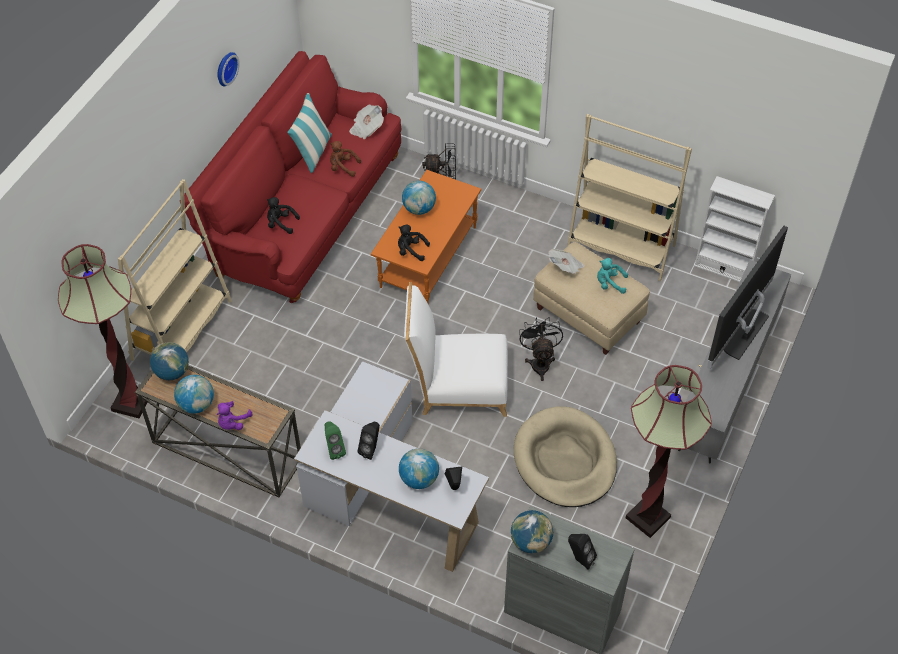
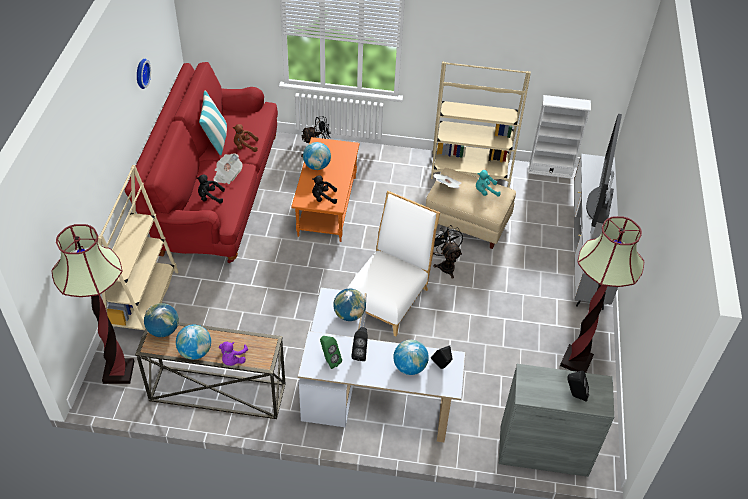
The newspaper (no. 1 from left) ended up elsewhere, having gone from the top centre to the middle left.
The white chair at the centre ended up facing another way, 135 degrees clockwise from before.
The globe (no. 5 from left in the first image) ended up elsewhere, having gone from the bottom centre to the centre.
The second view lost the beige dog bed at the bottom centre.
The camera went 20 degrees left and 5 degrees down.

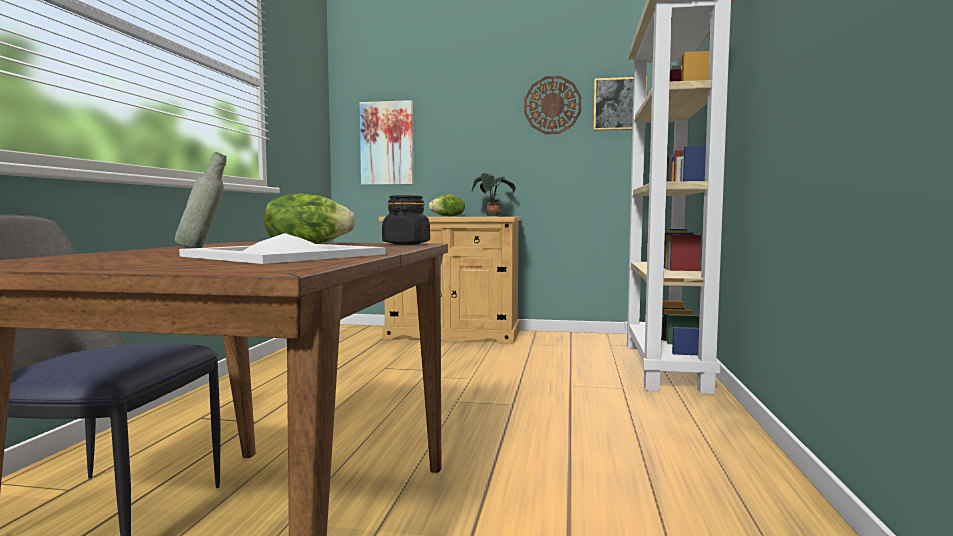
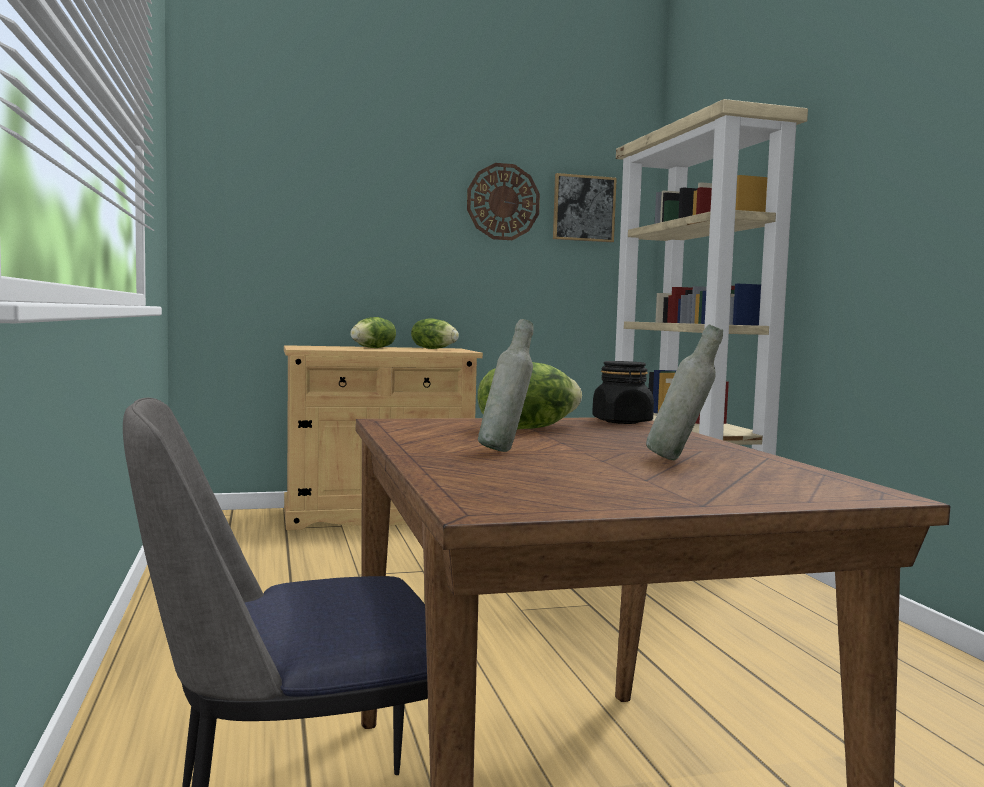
Where the white tray stood at the middle left, the grey bottle (no. 2 from left) came to stand at the middle right.
The second view lost the picture (no. 1 from left) at the top centre.
Where the potted plant stood at the centre, the lettuce (no. 2 from left) came to stand at the centre.
The camera went 25 degrees left and 0 degrees up.

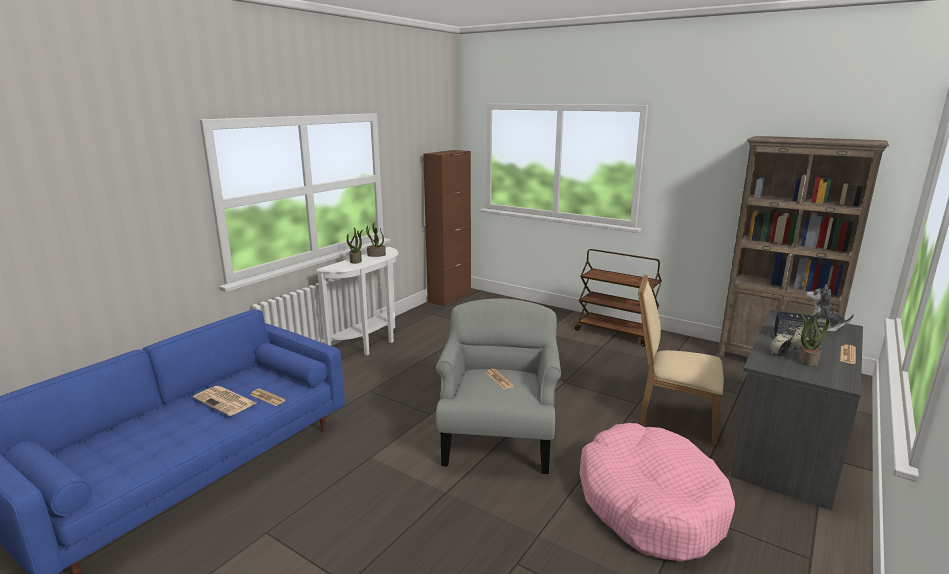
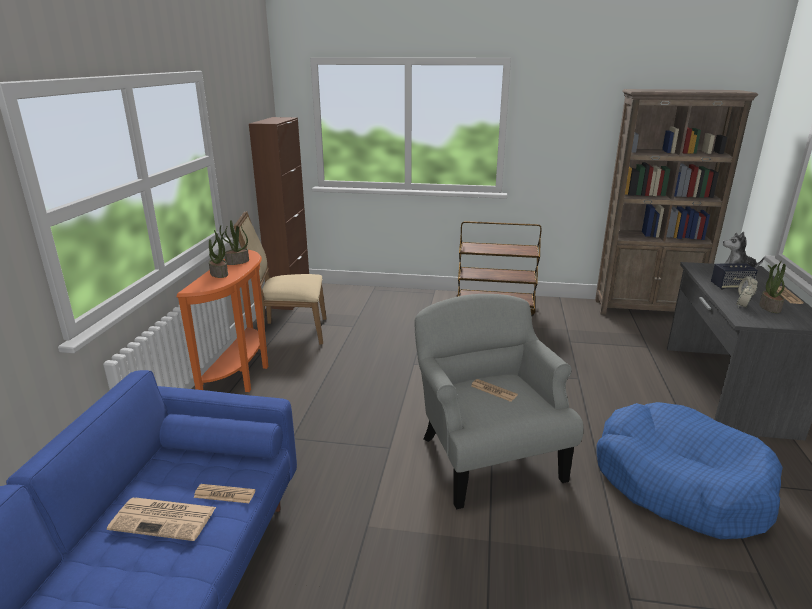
What was the white console table at the centre turned into the orange console table at the middle left.
What was the pink dog bed at the bottom right turned into the blue dog bed at the bottom right.
The beige chair ended up elsewhere, having gone from the middle right to the centre.
The camera went 25 degrees left and 5 degrees up.

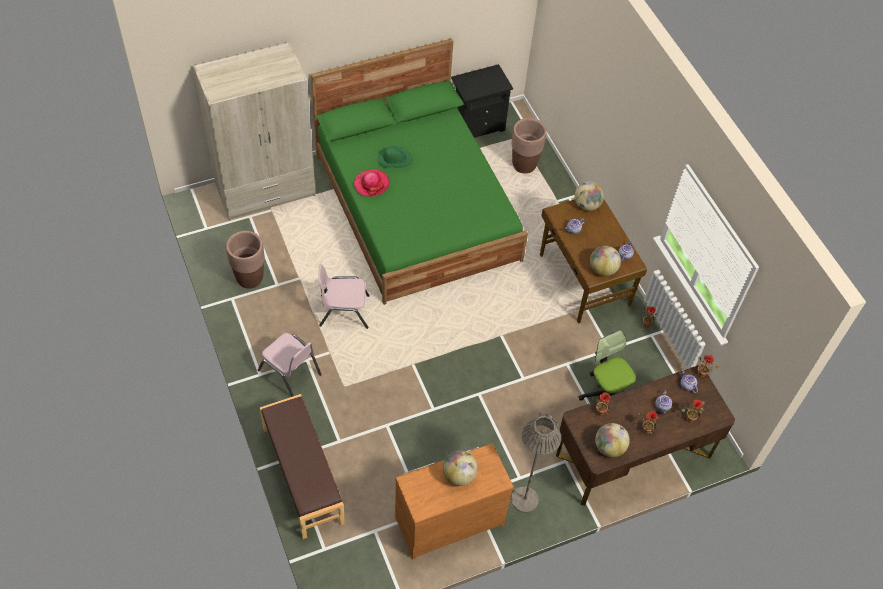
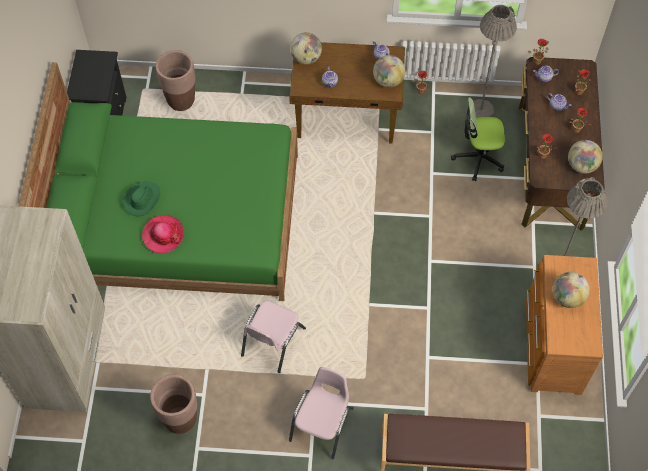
The pink chair (no. 1 from left in the first image) at the middle left ended up facing another way, 45 degrees counterclockwise from before.
The second view gained the grey floor lamp (no. 1 from left) at the top right.
The camera went 60 degrees left and 5 degrees up.

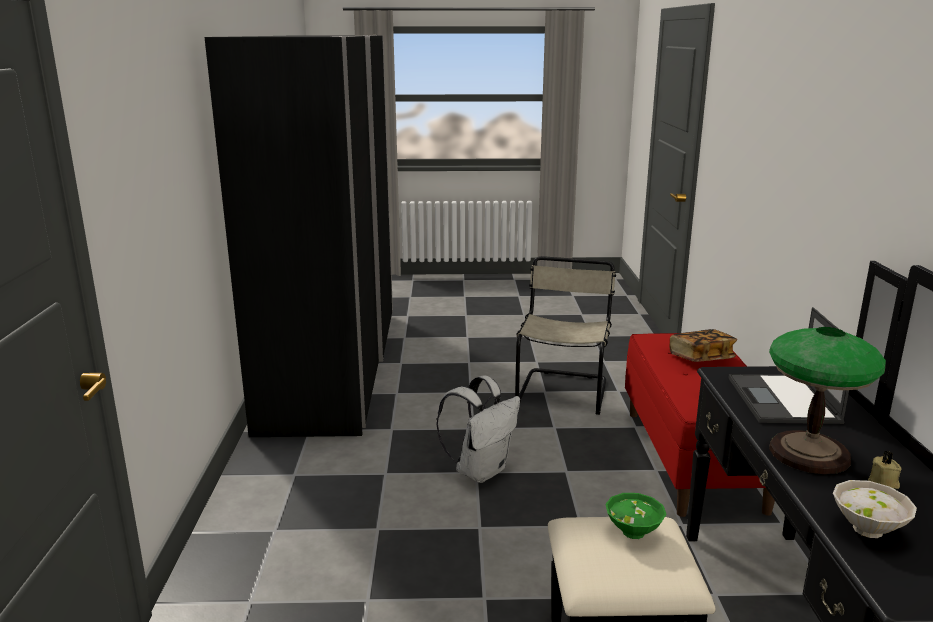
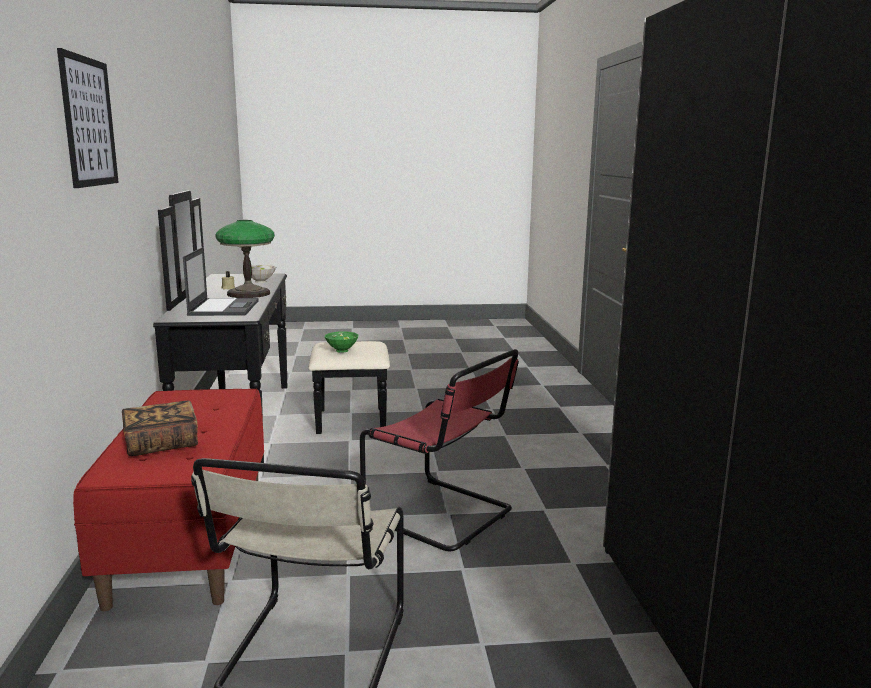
Where the white backpack stood at the bottom centre, the red chair came to stand at the centre.
The second view gained the picture at the top left.
The camera went 175 degrees right and 5 degrees down.

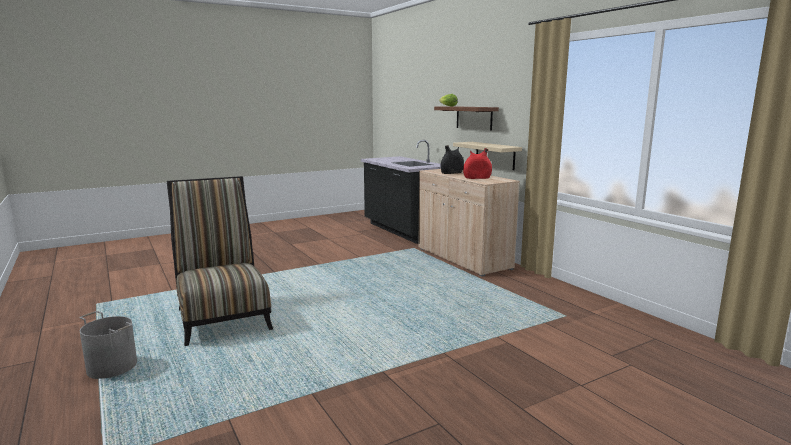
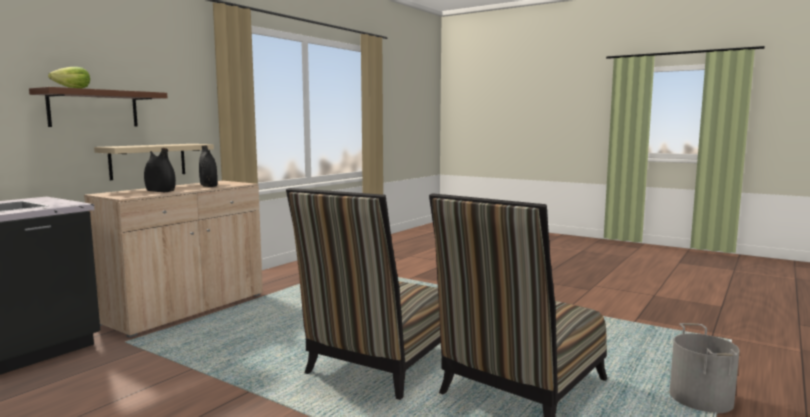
What was the red vase at the centre turned into the black vase (no. 2 from left) at the middle left.
The second view gained the chair (no. 1 from left) at the bottom centre.
The camera went 115 degrees left and 5 degrees down.

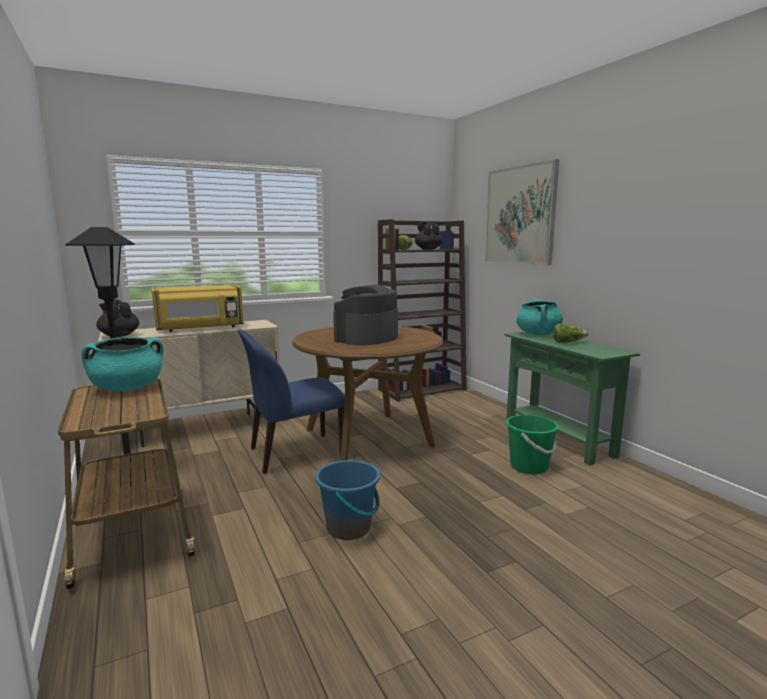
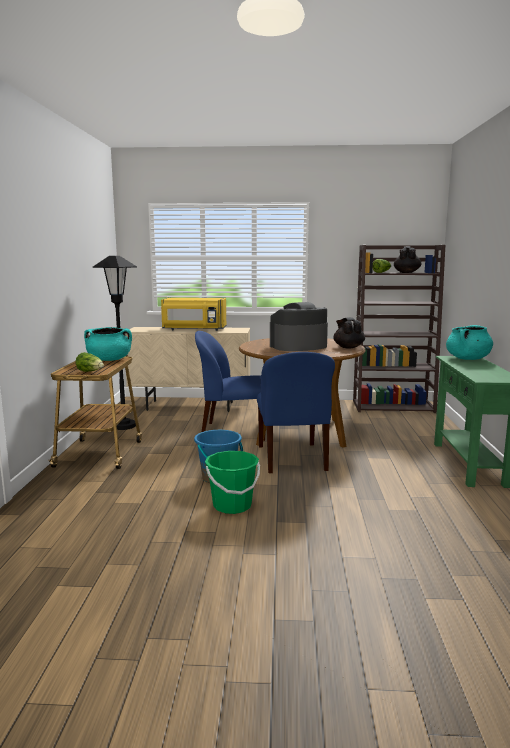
The black teapot (no. 1 from left) ended up elsewhere, having gone from the middle left to the middle right.
The second view lost the picture at the top right.
The green bucket ended up elsewhere, having gone from the middle right to the centre.
The lettuce (no. 2 from left in the first image) ended up elsewhere, having gone from the middle right to the middle left.
The second view gained the blue chair (no. 2 from left) at the centre.
The camera went 30 degrees right and 0 degrees up.

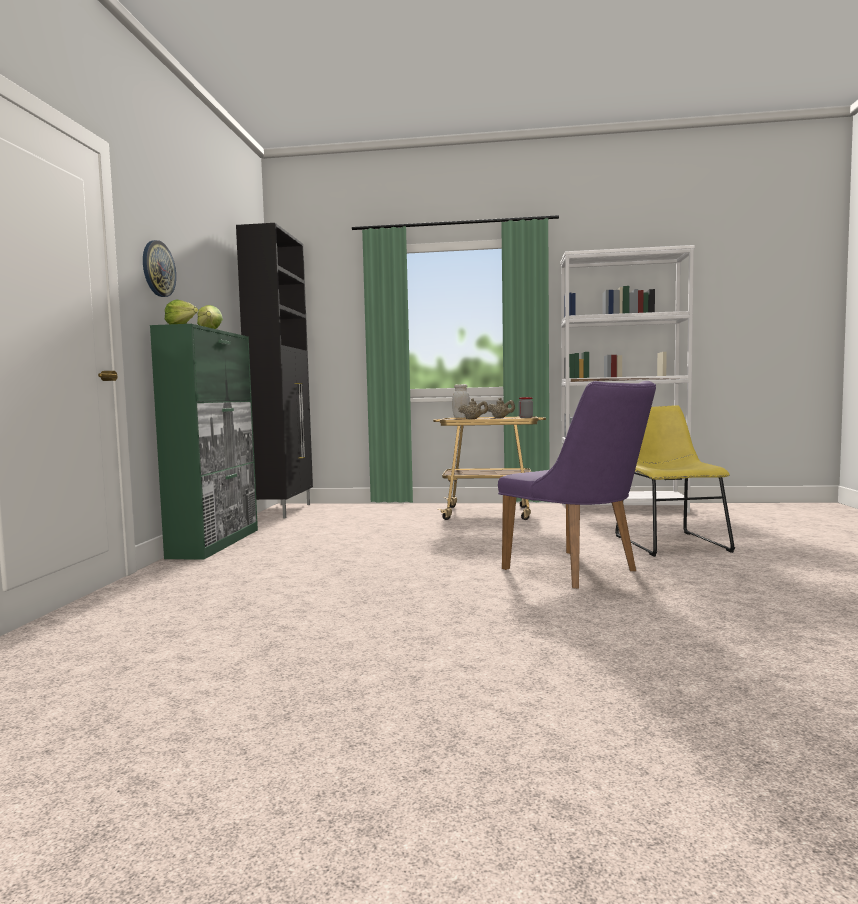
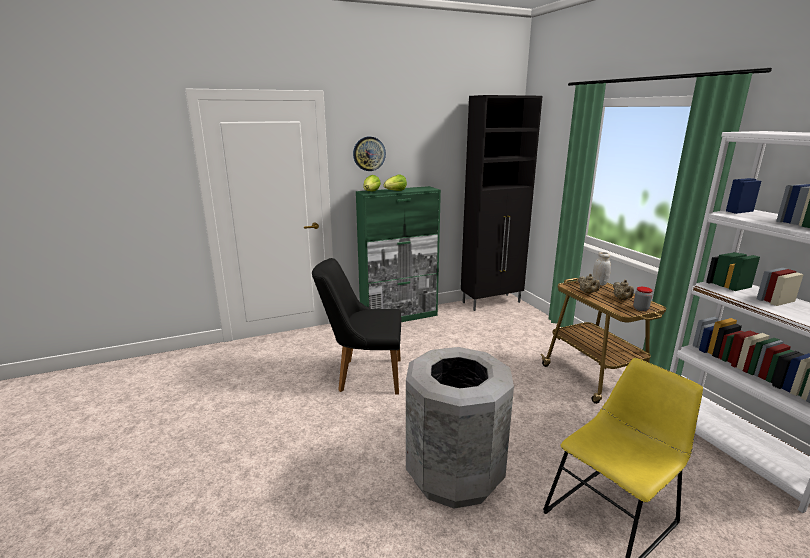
Where the purple chair stood at the middle right, the grey trash can came to stand at the bottom centre.
The second view gained the black chair at the centre.
The camera went 60 degrees right and 15 degrees up.

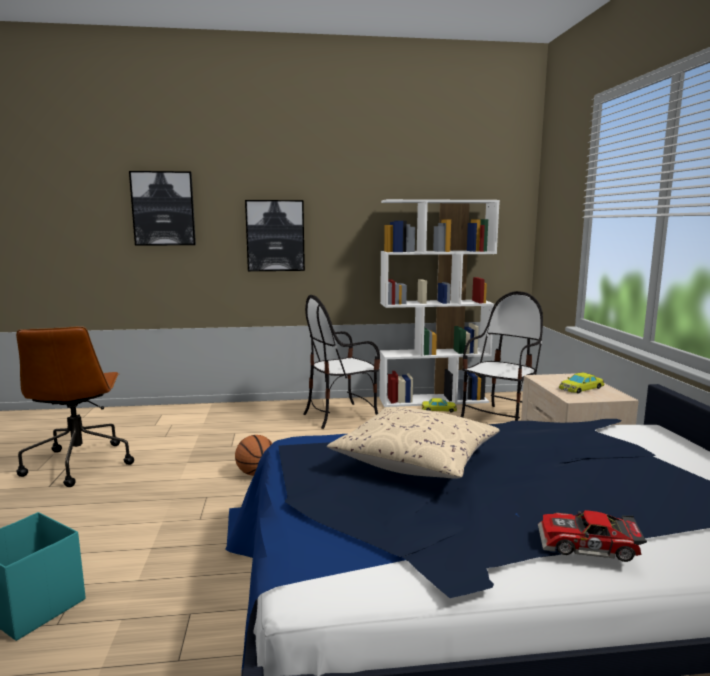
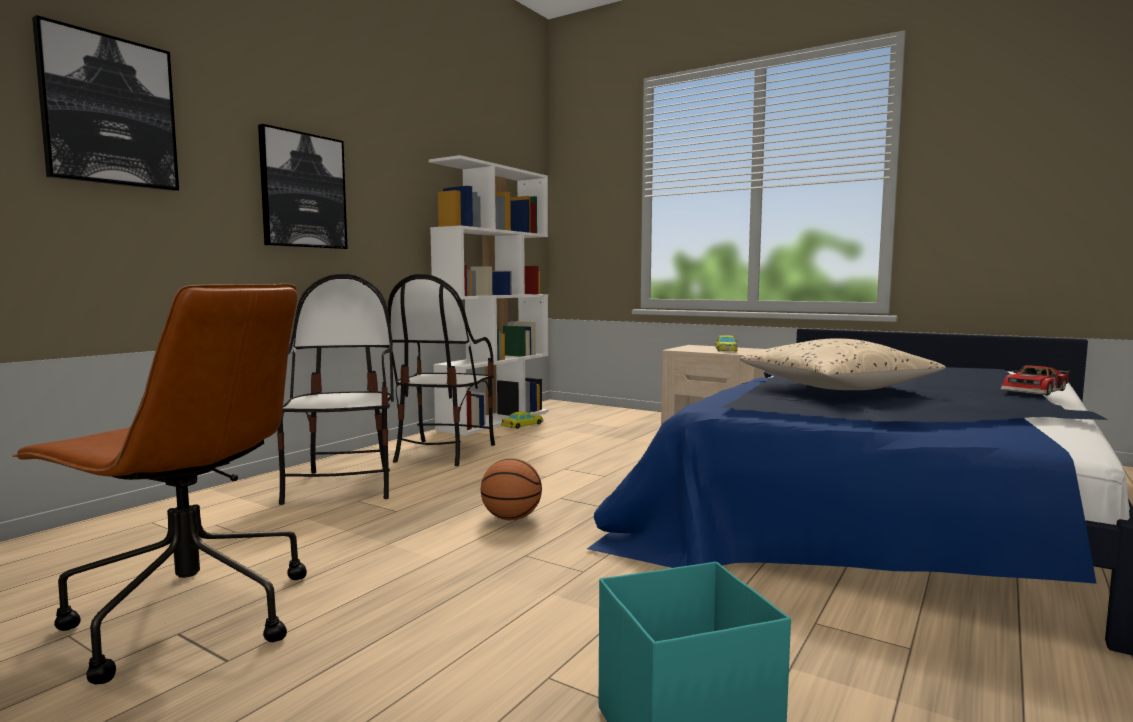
The chair (no. 2 from left in the first image) ended up elsewhere, having gone from the middle right to the middle left.
The camera went 50 degrees left and 5 degrees down.

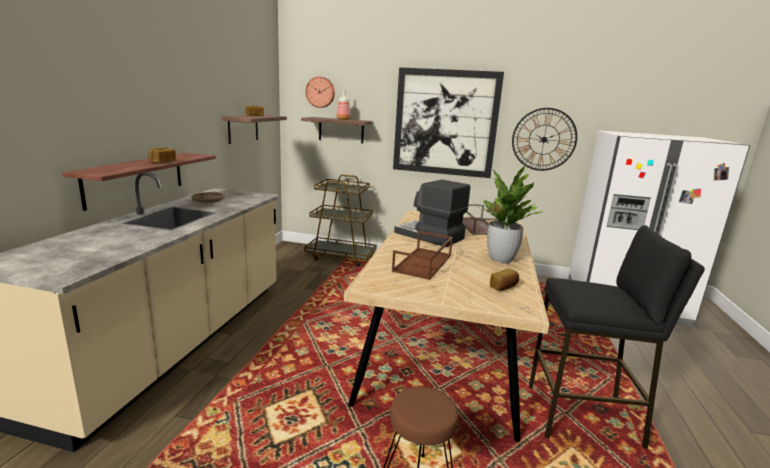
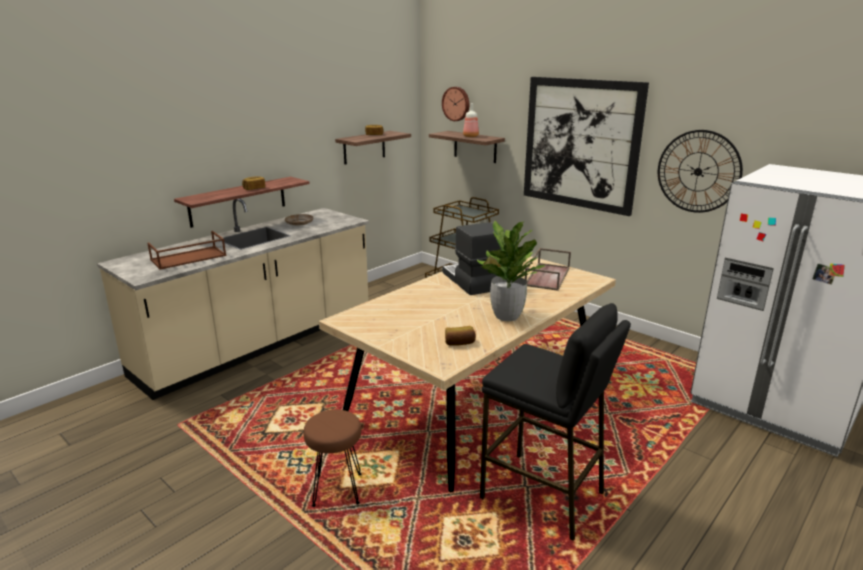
The brown tray (no. 1 from left) ended up elsewhere, having gone from the centre to the middle left.
The camera went 30 degrees right and 5 degrees up.

